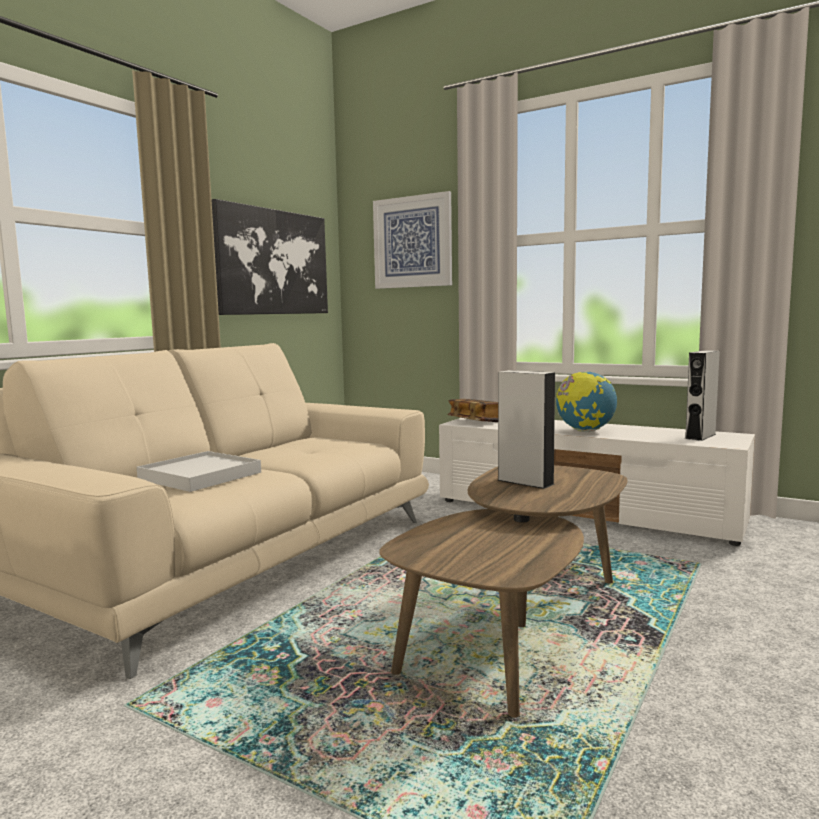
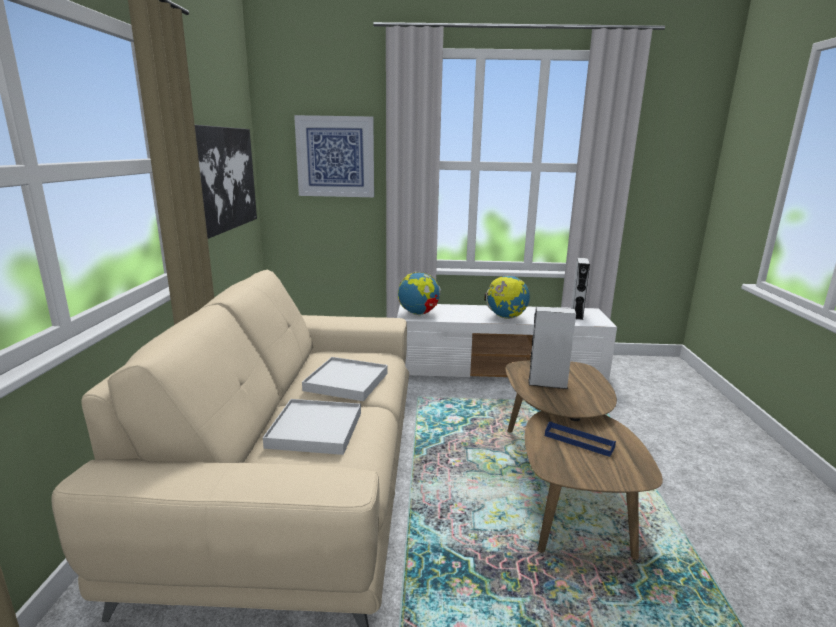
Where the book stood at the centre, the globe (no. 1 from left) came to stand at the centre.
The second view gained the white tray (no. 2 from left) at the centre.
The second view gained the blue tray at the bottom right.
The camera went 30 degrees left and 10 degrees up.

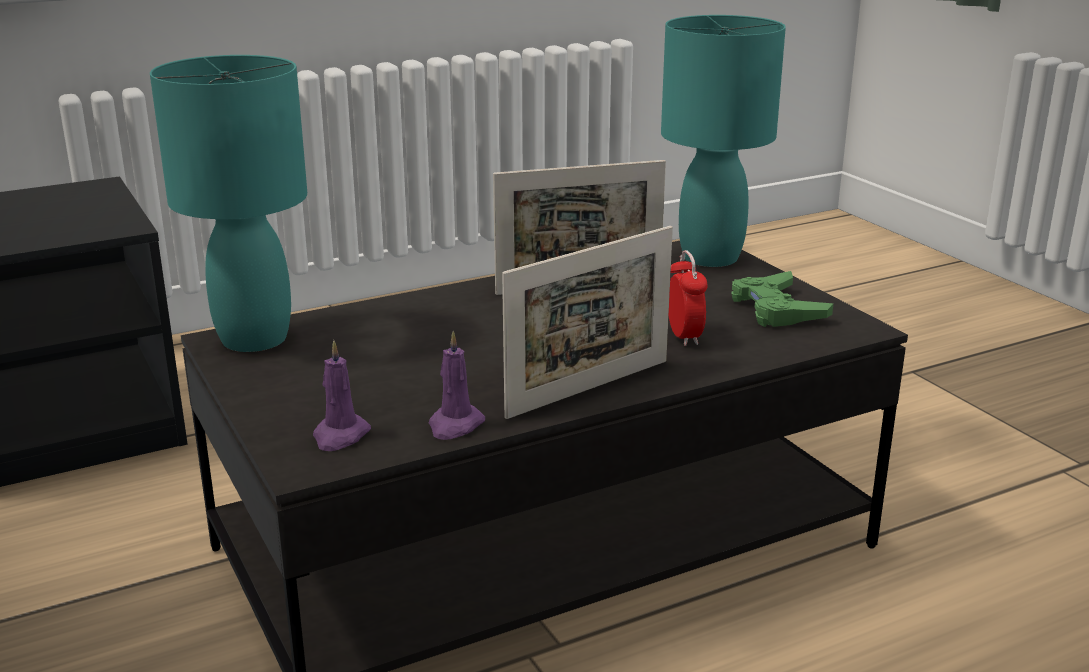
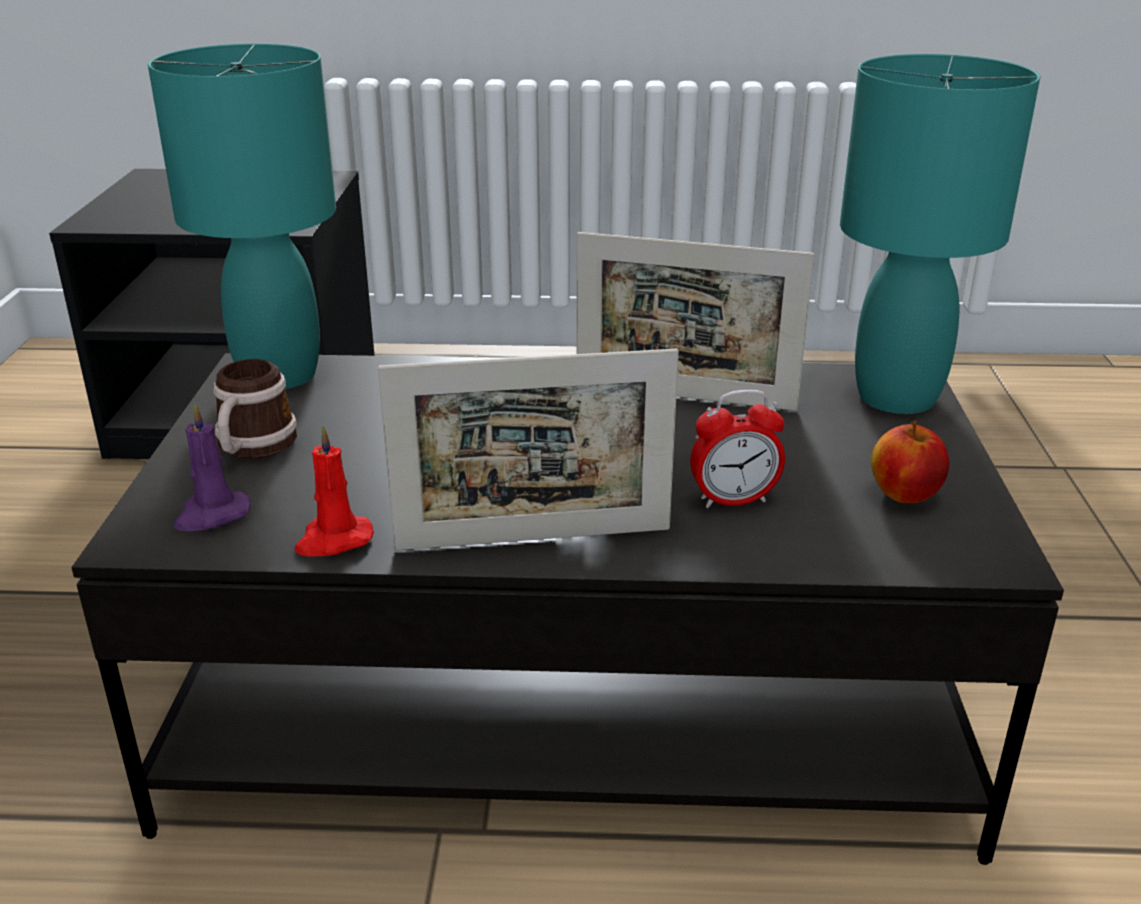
What was the purple candle (no. 2 from left) at the centre turned into the red candle at the middle left.
The alarm clock at the centre ended up facing another way, 60 degrees clockwise from before.
Where the green game controller stood at the middle right, the apple came to stand at the middle right.
The second view gained the mug at the middle left.
The camera went 30 degrees right and 5 degrees up.

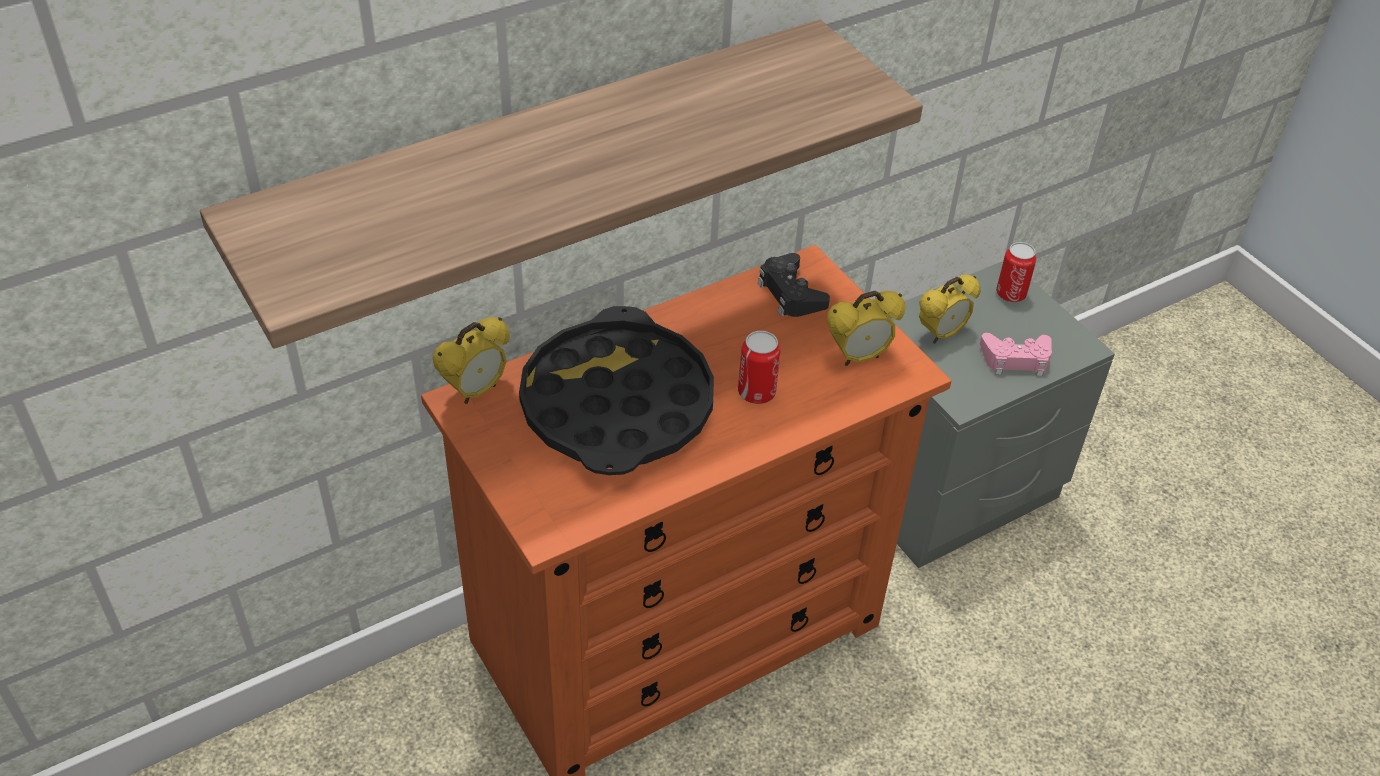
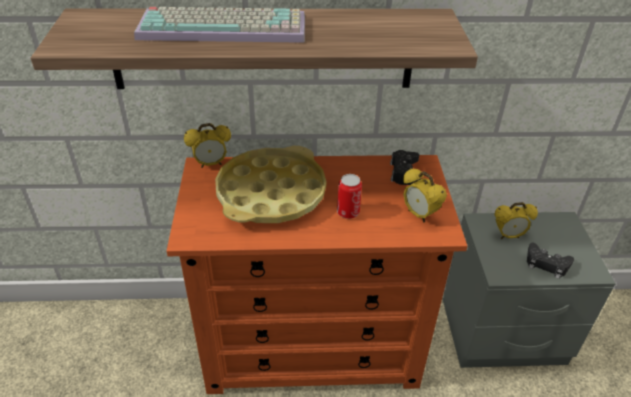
What was the black tray at the centre turned into the yellow tray at the centre.
The alarm clock (no. 2 from left) at the centre ended up facing another way, 45 degrees clockwise from before.
What was the pink game controller at the middle right turned into the black game controller (no. 2 from left) at the middle right.
The second view lost the can (no. 2 from left) at the middle right.
The second view gained the keyboard at the top centre.
The camera went 30 degrees right and 5 degrees down.

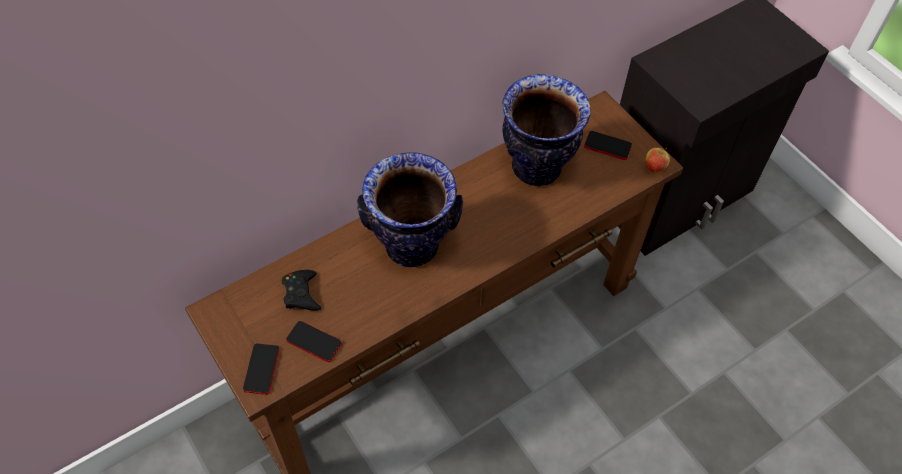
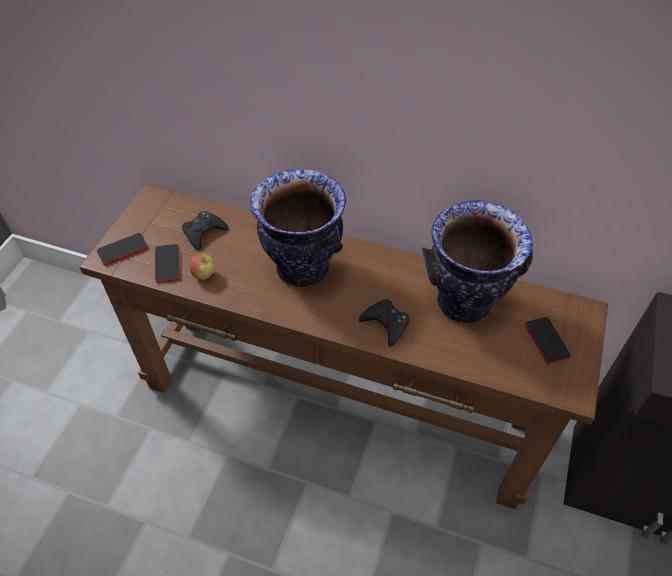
The apple ended up elsewhere, having gone from the middle right to the middle left.
The second view gained the black game controller (no. 2 from left) at the centre.
The camera went 55 degrees right and 5 degrees down.

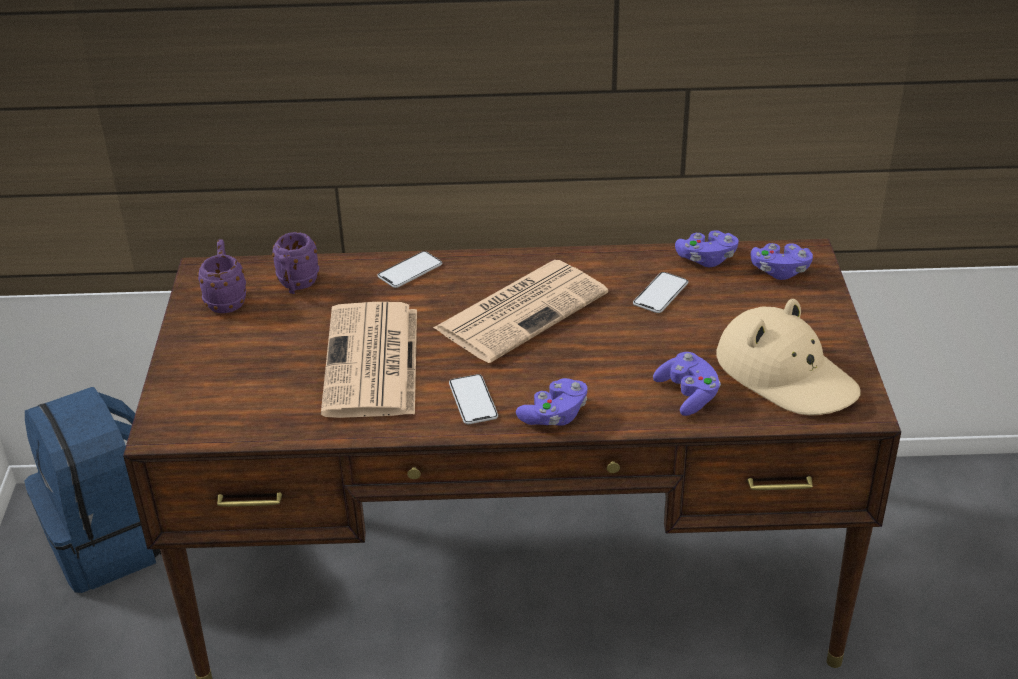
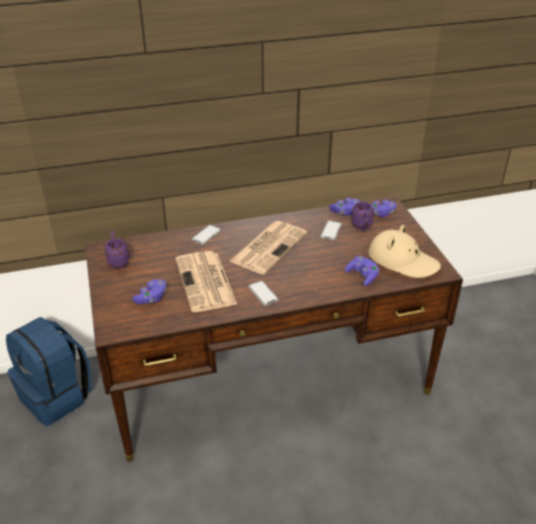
The purple mug (no. 2 from left) ended up elsewhere, having gone from the middle left to the middle right.
The purple game controller (no. 1 from left) ended up elsewhere, having gone from the centre to the middle left.
The camera went 15 degrees left and 0 degrees up.

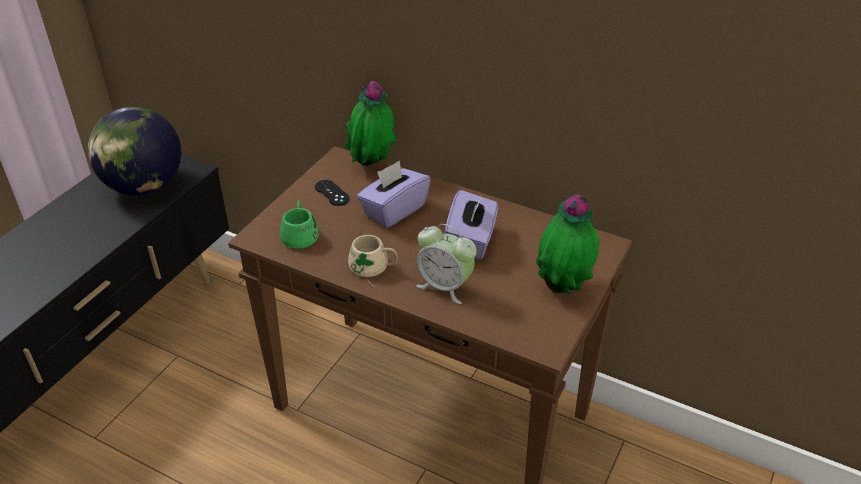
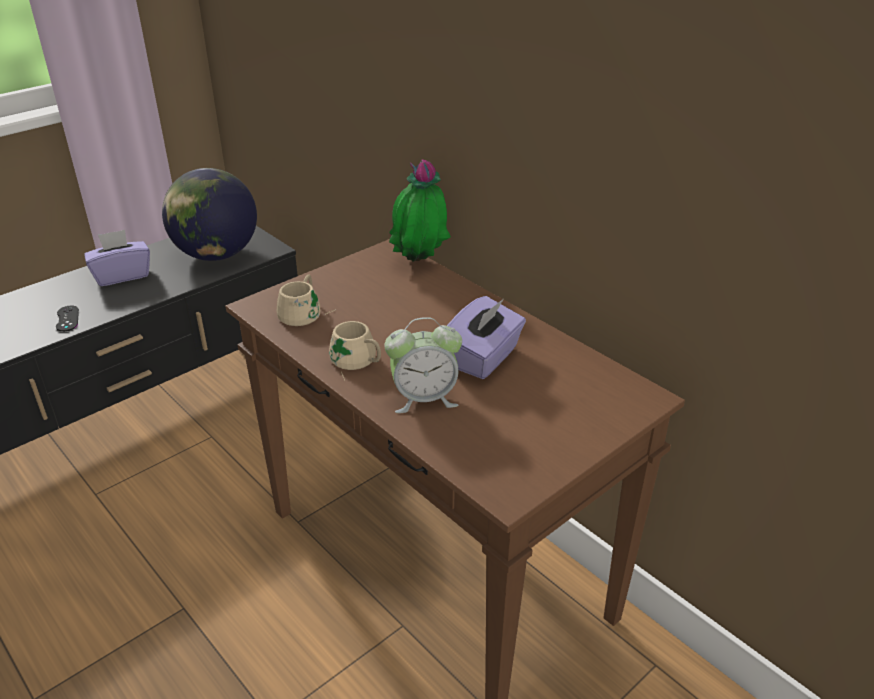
What was the green mug at the centre turned into the beige mug (no. 1 from left) at the centre.
The black game controller ended up elsewhere, having gone from the centre to the middle left.
The purple tissue box (no. 1 from left) ended up elsewhere, having gone from the centre to the middle left.
The alarm clock at the centre ended up facing another way, 60 degrees counterclockwise from before.
The second view lost the potted plant (no. 2 from left) at the centre.
The camera went 20 degrees right and 5 degrees down.

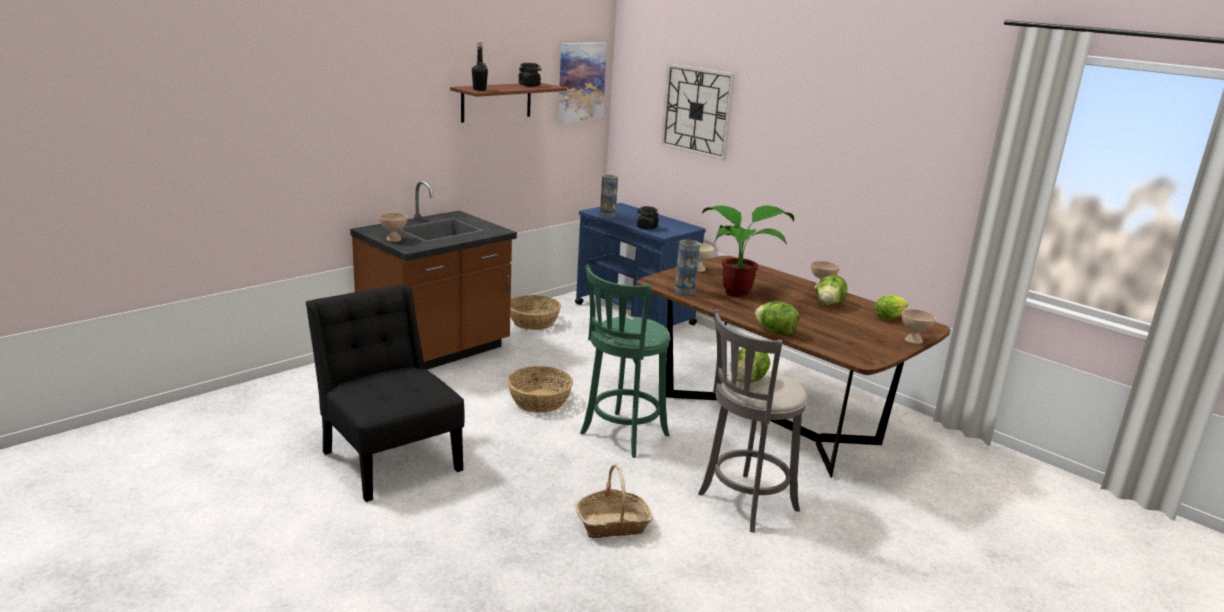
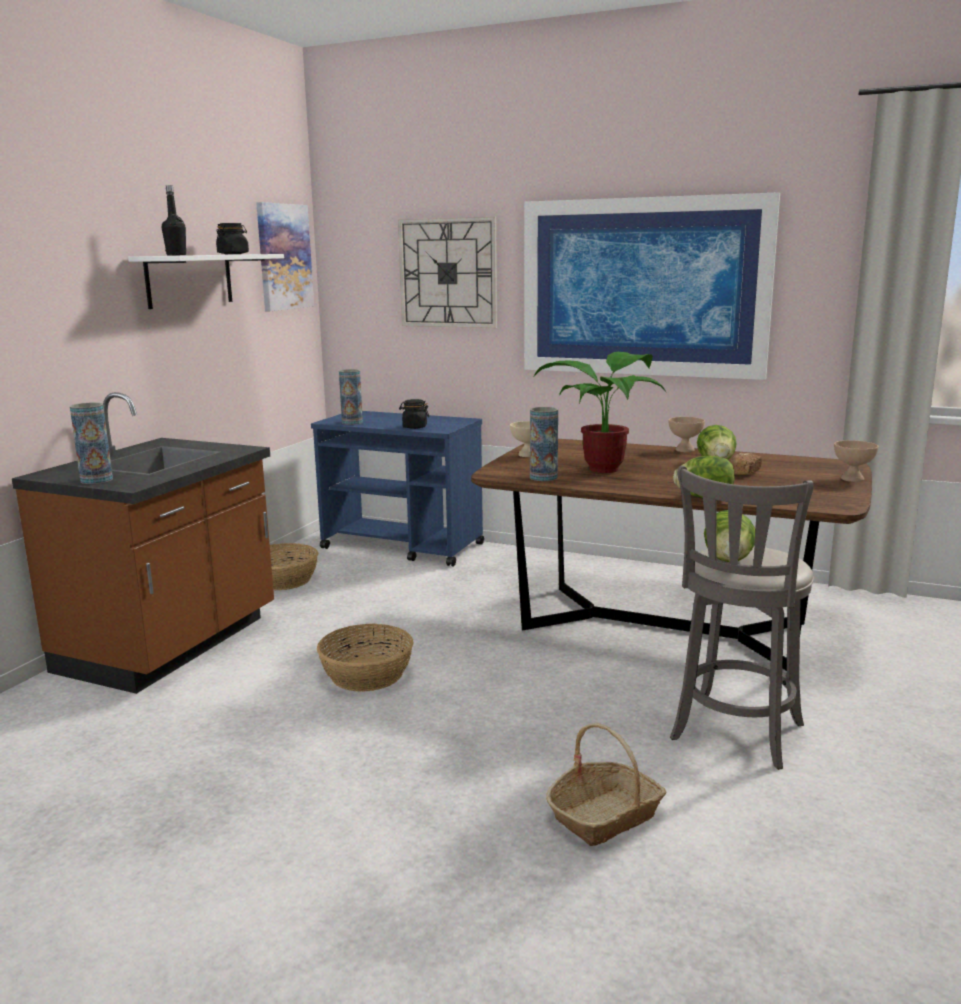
The second view lost the black chair at the middle left.
Where the beige bowl (no. 1 from left) stood at the middle left, the vase (no. 1 from left) came to stand at the middle left.
What was the brown shelf at the top centre turned into the white shelf at the top left.
The second view lost the green stool at the centre.
The second view lost the lettuce (no. 4 from left) at the middle right.
The second view gained the picture (no. 2 from left) at the top right.
The second view gained the bread at the middle right.
The camera went 20 degrees left and 5 degrees down.

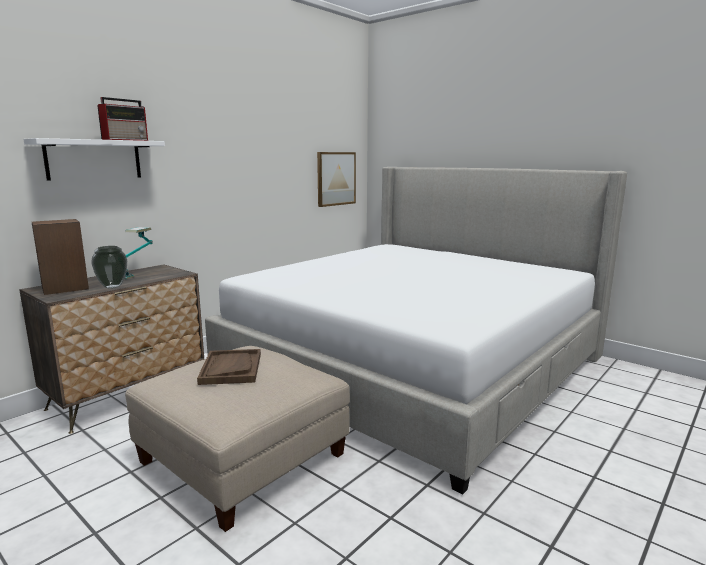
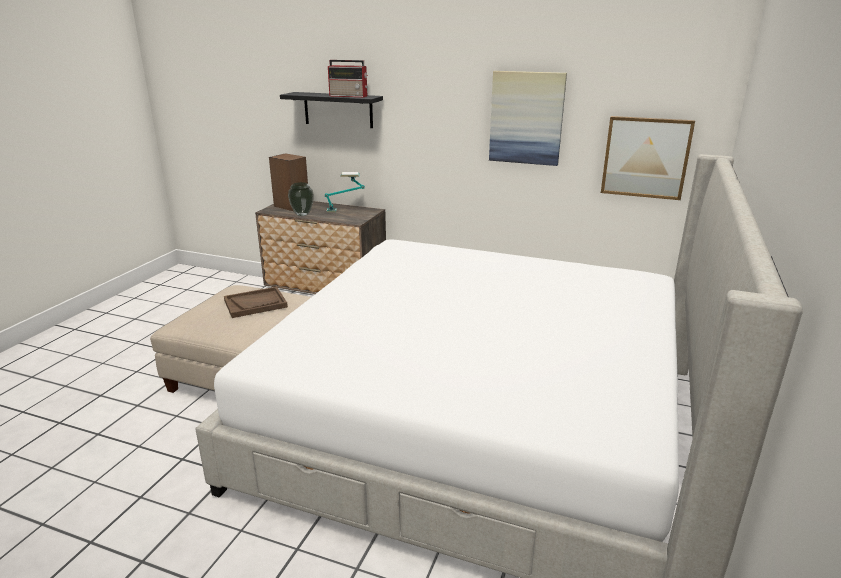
What was the white shelf at the top left turned into the black shelf at the top centre.
The second view gained the picture (no. 1 from left) at the top centre.
The camera went 70 degrees right and 10 degrees up.

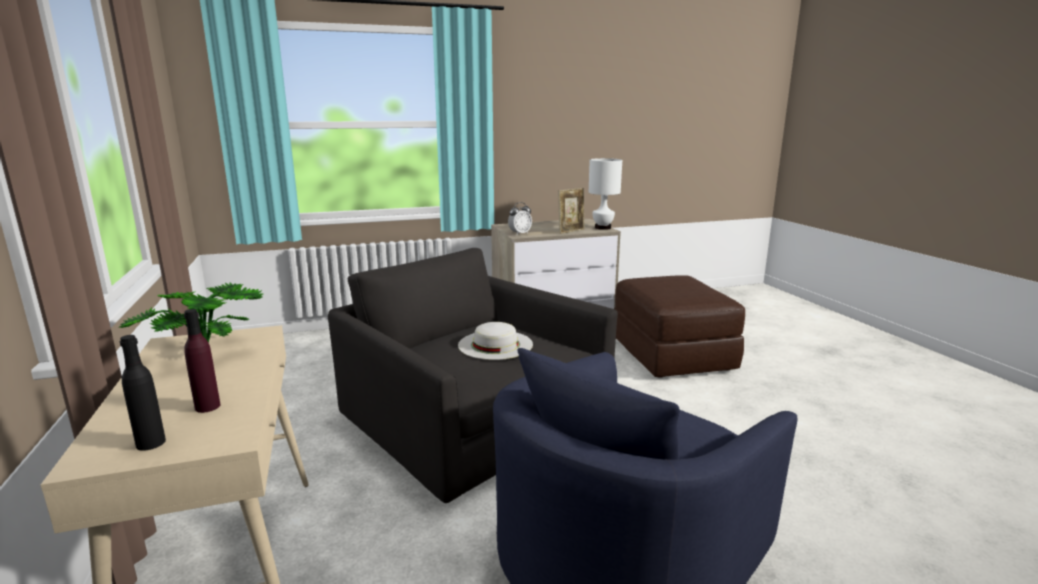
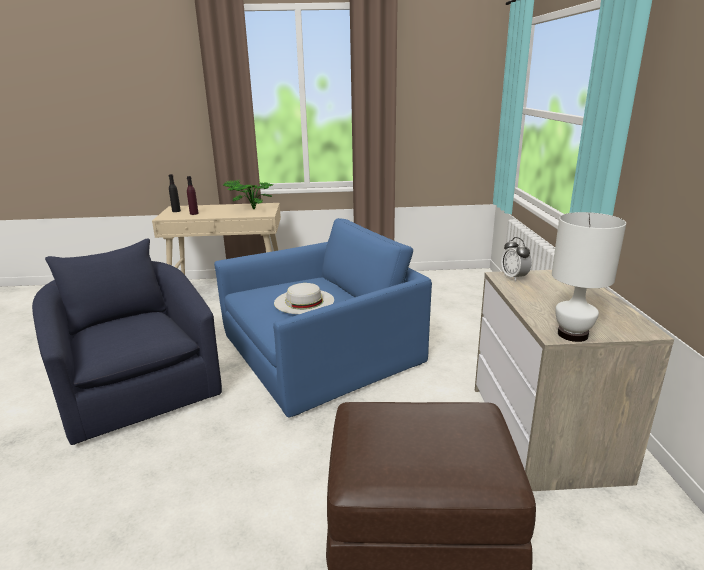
What was the black armchair at the centre turned into the blue armchair (no. 2 from left) at the centre.
The second view lost the picture frame at the centre.
The camera went 105 degrees right and 5 degrees up.

